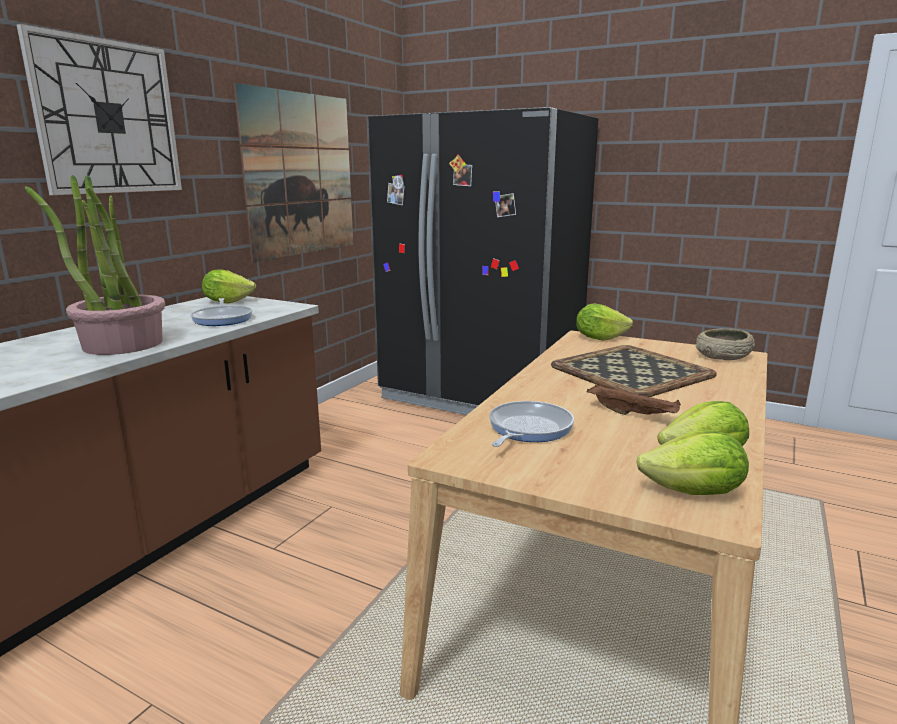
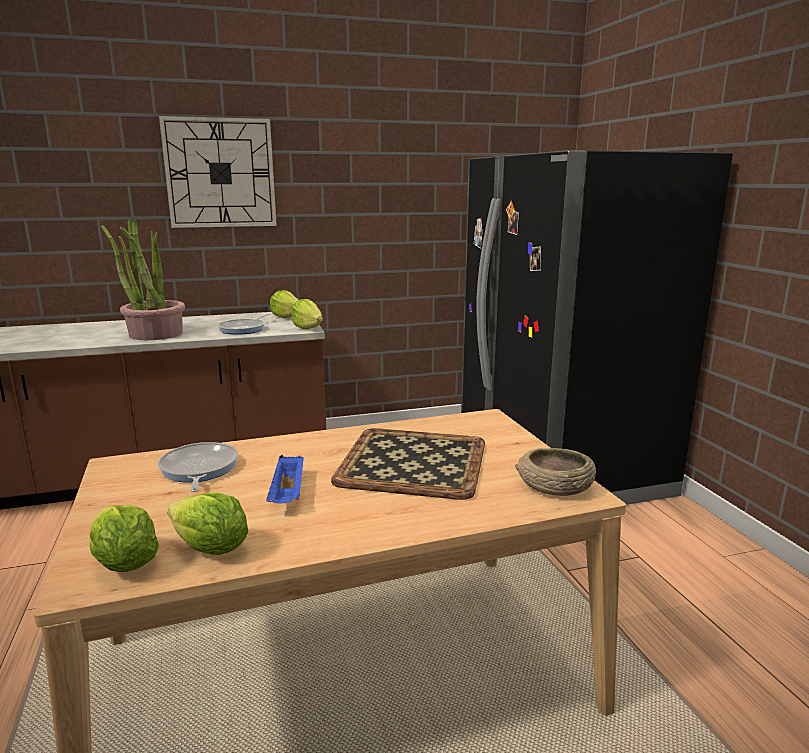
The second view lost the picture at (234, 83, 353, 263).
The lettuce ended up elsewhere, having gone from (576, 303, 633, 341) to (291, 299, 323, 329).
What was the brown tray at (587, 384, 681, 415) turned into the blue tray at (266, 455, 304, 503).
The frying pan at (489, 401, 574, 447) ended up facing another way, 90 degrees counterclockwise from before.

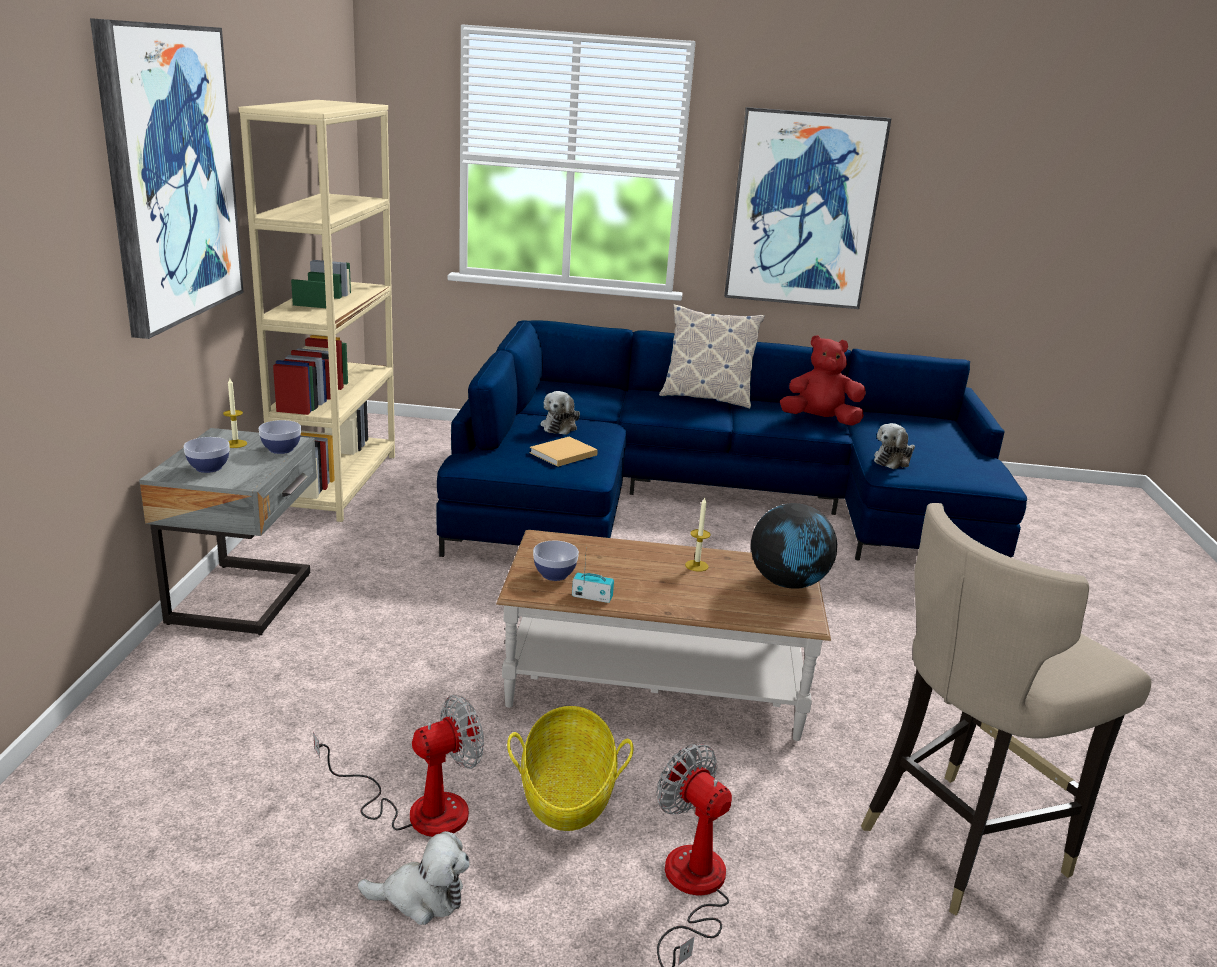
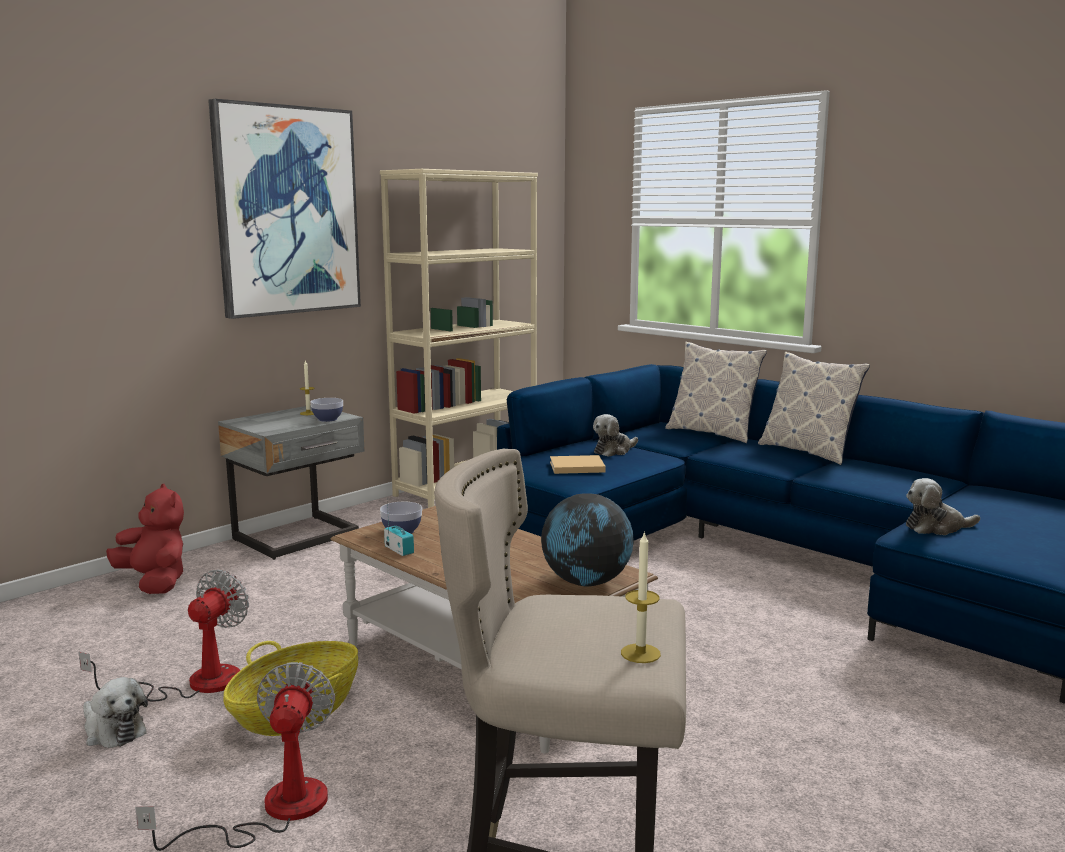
The second view lost the bowl at (183, 437, 230, 473).
The second view lost the picture at (724, 107, 892, 309).
The second view gained the pillow at (665, 342, 767, 443).
The candle ended up elsewhere, having gone from (685, 498, 711, 572) to (621, 531, 661, 663).
The red plush toy ended up elsewhere, having gone from (780, 335, 866, 426) to (106, 484, 184, 594).
The fan at (313, 695, 484, 837) ended up facing another way, 75 degrees counterclockwise from before.

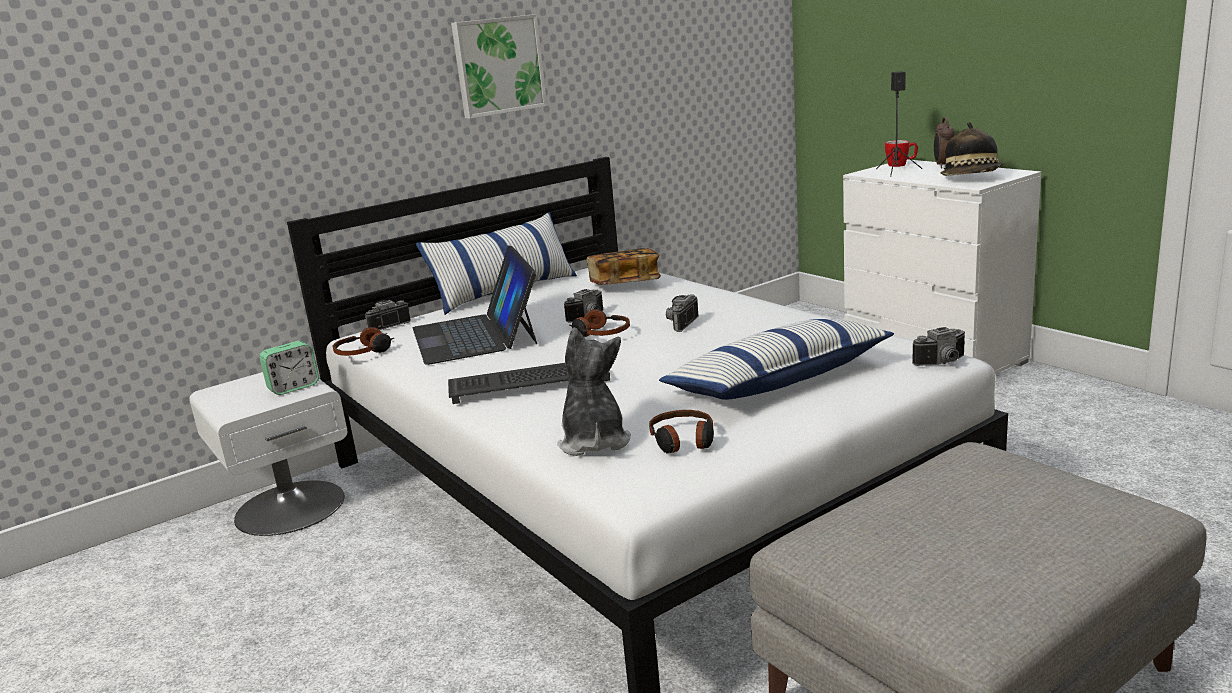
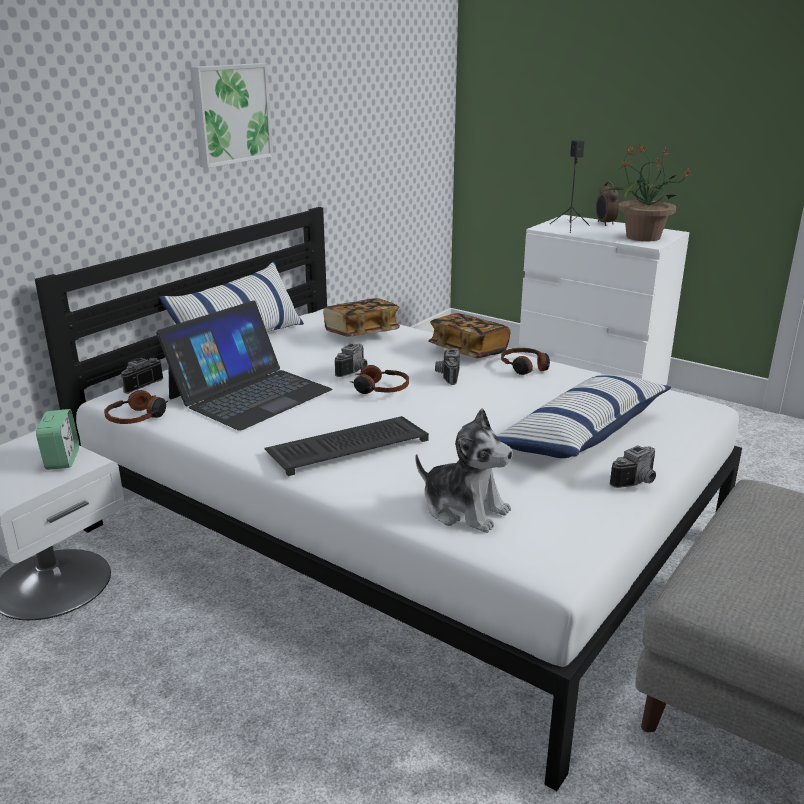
The second view lost the mug at (885, 140, 918, 167).
The second view gained the book at (428, 313, 510, 358).
The headphones ended up elsewhere, having gone from (649, 410, 714, 453) to (501, 348, 550, 375).
The photo camera ended up elsewhere, having gone from (912, 327, 965, 366) to (609, 445, 656, 488).
Where the hat stood at (941, 122, 1004, 176), the potted plant came to stand at (605, 144, 692, 241).
The alarm clock at (260, 341, 319, 395) ended up facing another way, 45 degrees counterclockwise from before.
The laptop at (413, 245, 537, 365) ended up facing another way, 105 degrees counterclockwise from before.
The plush toy at (557, 328, 631, 456) ended up facing another way, 150 degrees clockwise from before.

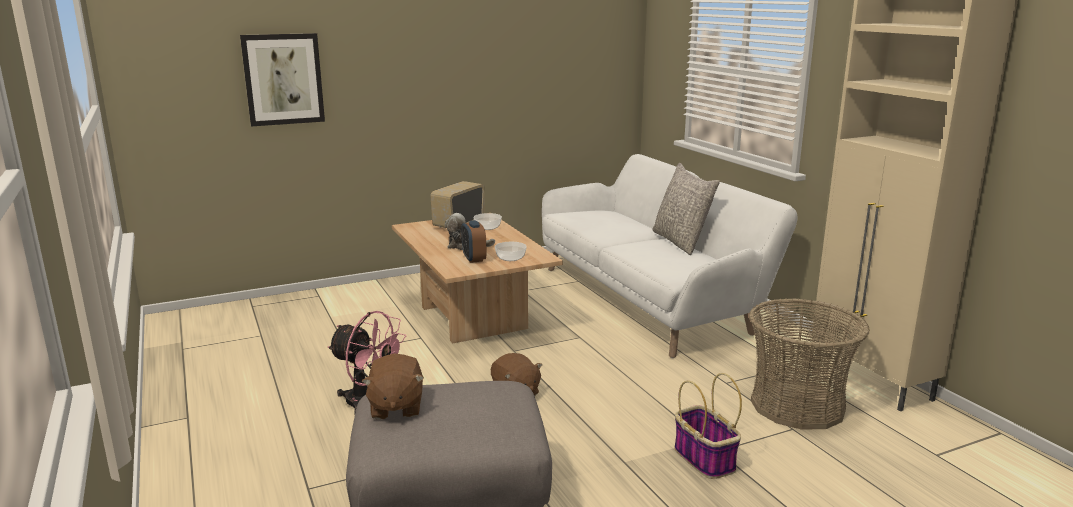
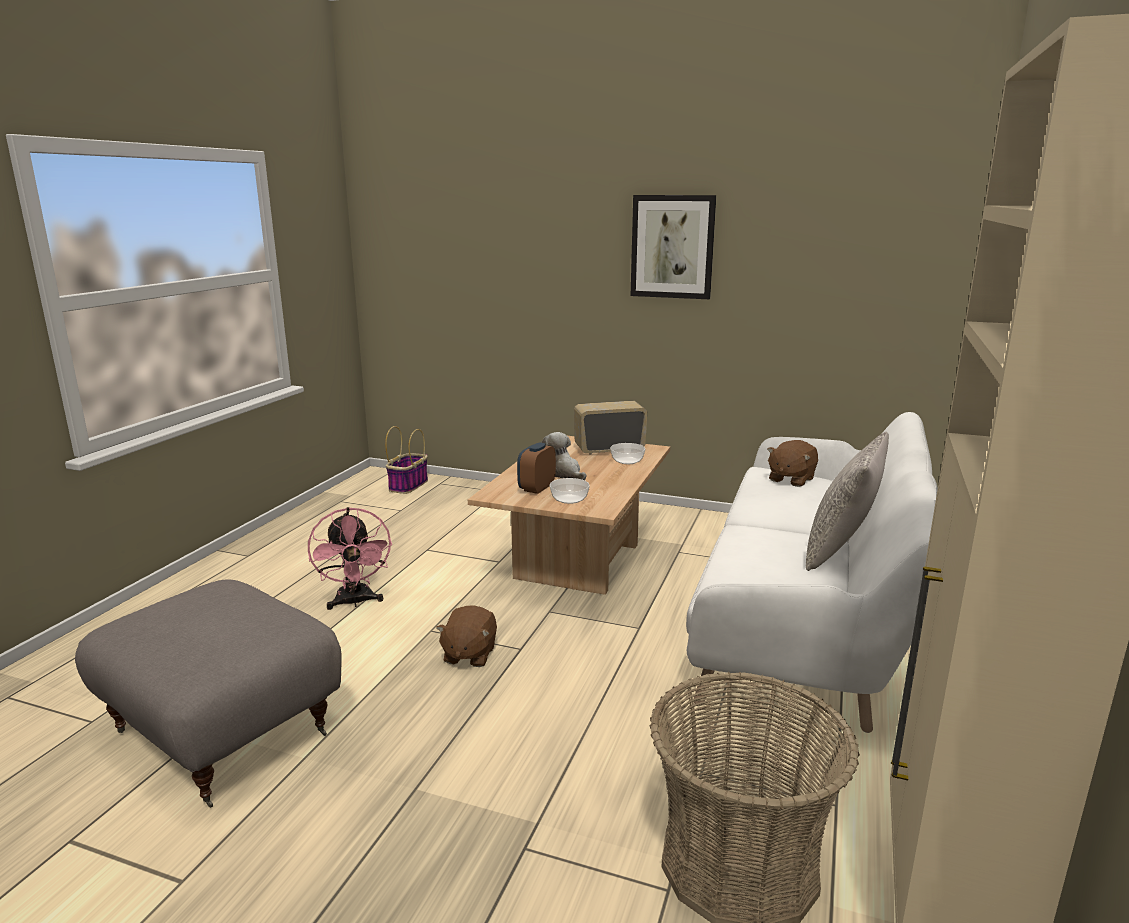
The picture ended up elsewhere, having gone from (240, 33, 325, 127) to (631, 195, 716, 299).
The brown plush toy ended up elsewhere, having gone from (362, 354, 424, 420) to (767, 440, 818, 487).
The basket ended up elsewhere, having gone from (674, 373, 742, 479) to (385, 426, 428, 494).

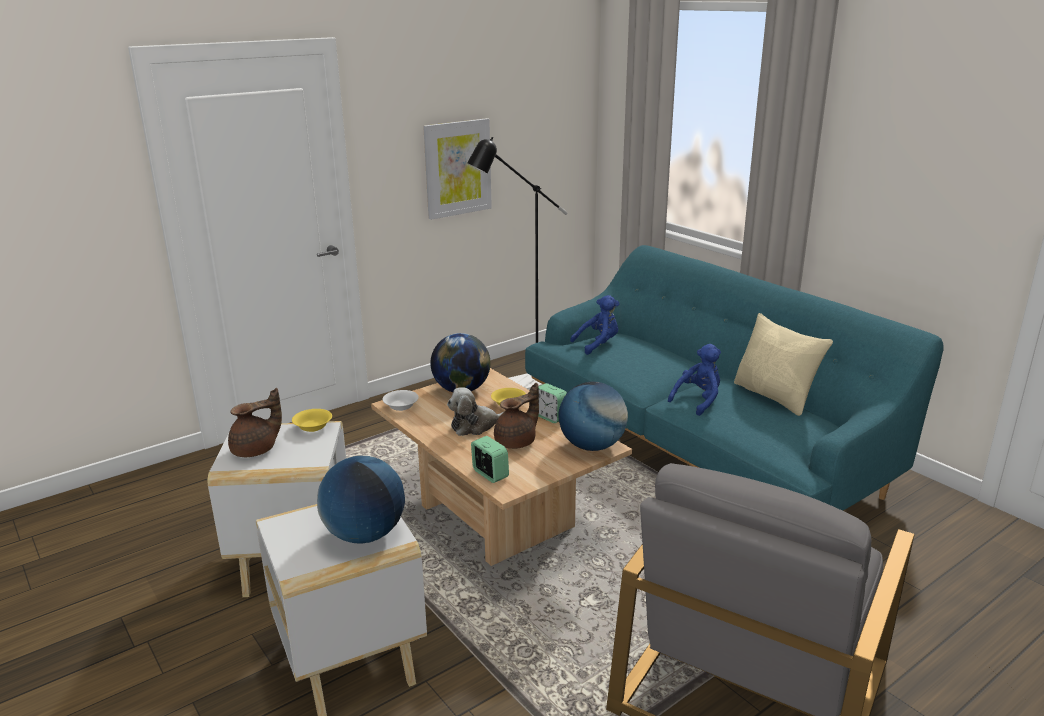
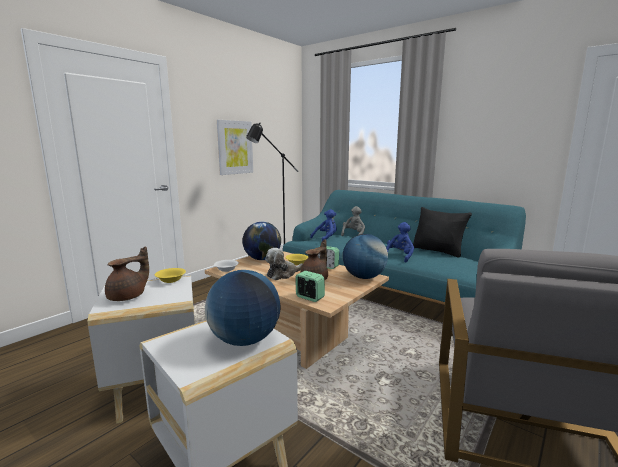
The second view gained the grey plush toy at (341, 206, 365, 236).
What was the beige pillow at (734, 313, 833, 416) turned into the black pillow at (413, 207, 472, 258).

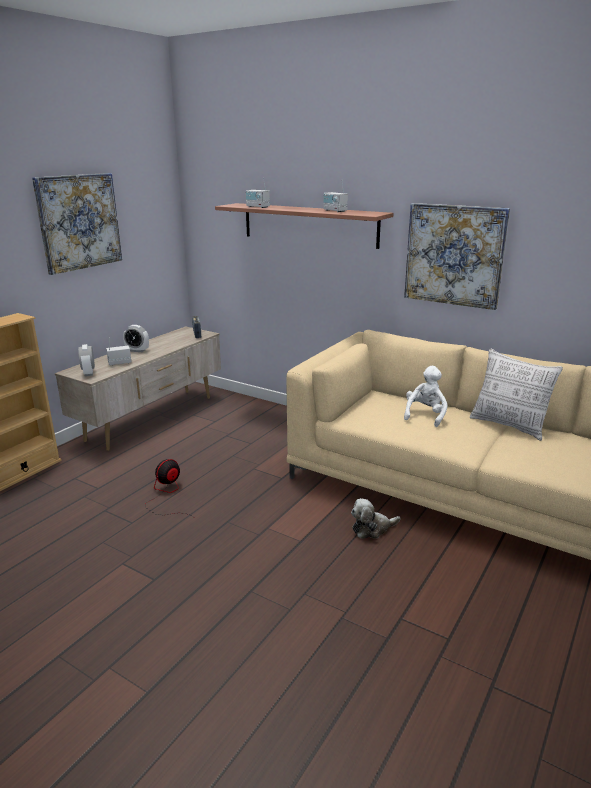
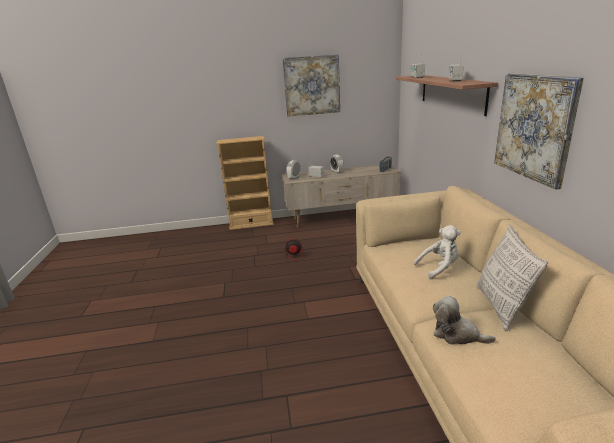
The plush toy ended up elsewhere, having gone from (351, 498, 400, 539) to (433, 296, 496, 344).

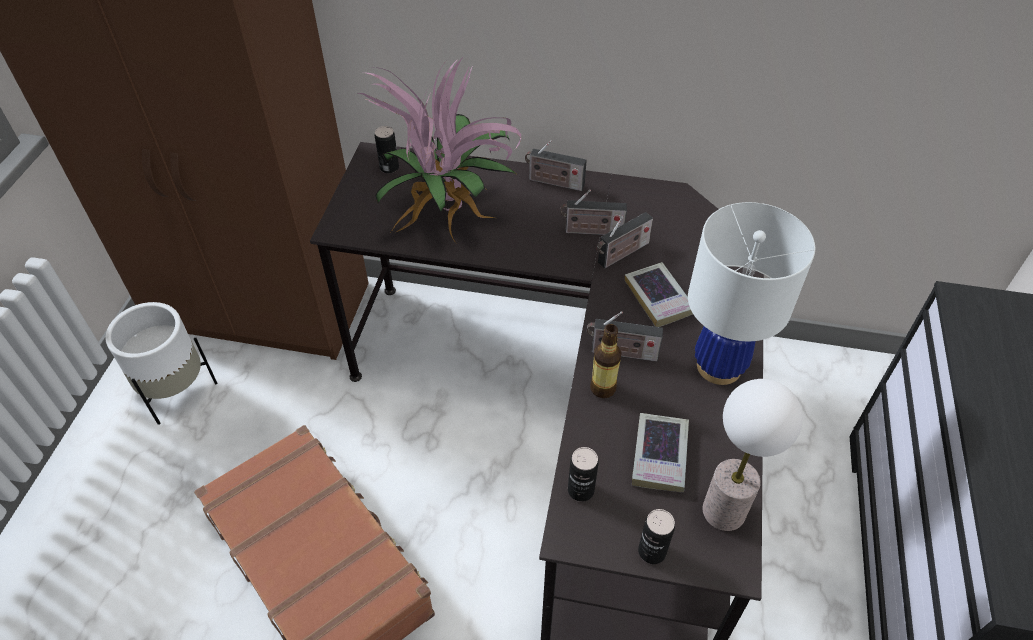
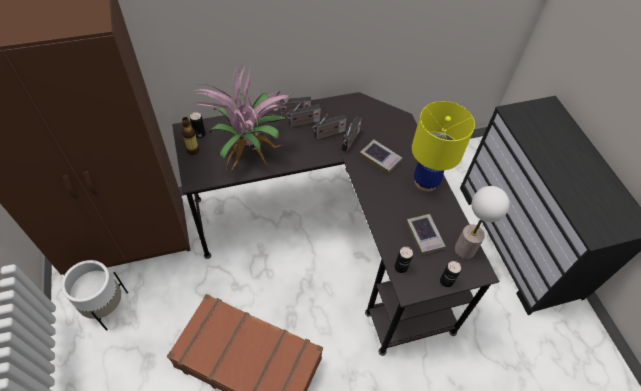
The radio ended up elsewhere, having gone from (587, 311, 663, 362) to (286, 102, 321, 127).
The bottle ended up elsewhere, having gone from (590, 324, 622, 398) to (182, 117, 199, 155).
What was the white table lamp at (688, 202, 815, 385) turned into the yellow table lamp at (412, 101, 475, 192).

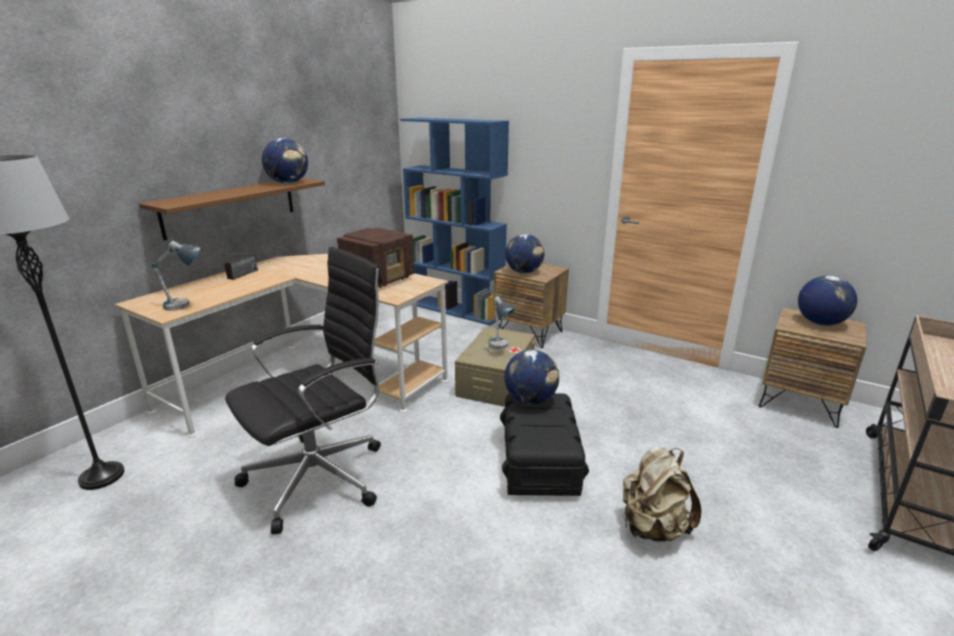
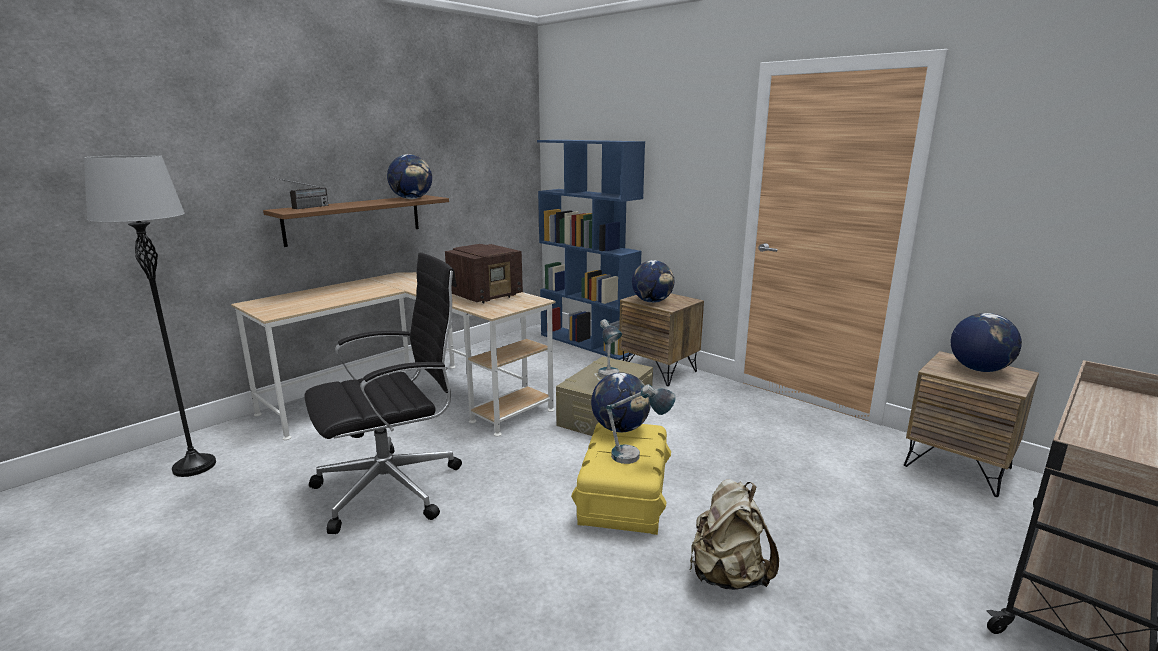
The table lamp ended up elsewhere, having gone from (152, 241, 200, 311) to (606, 384, 676, 464).
The radio ended up elsewhere, having gone from (207, 253, 258, 280) to (269, 177, 328, 209).
What was the black storage box at (500, 393, 589, 496) turned into the yellow storage box at (571, 422, 671, 535).

